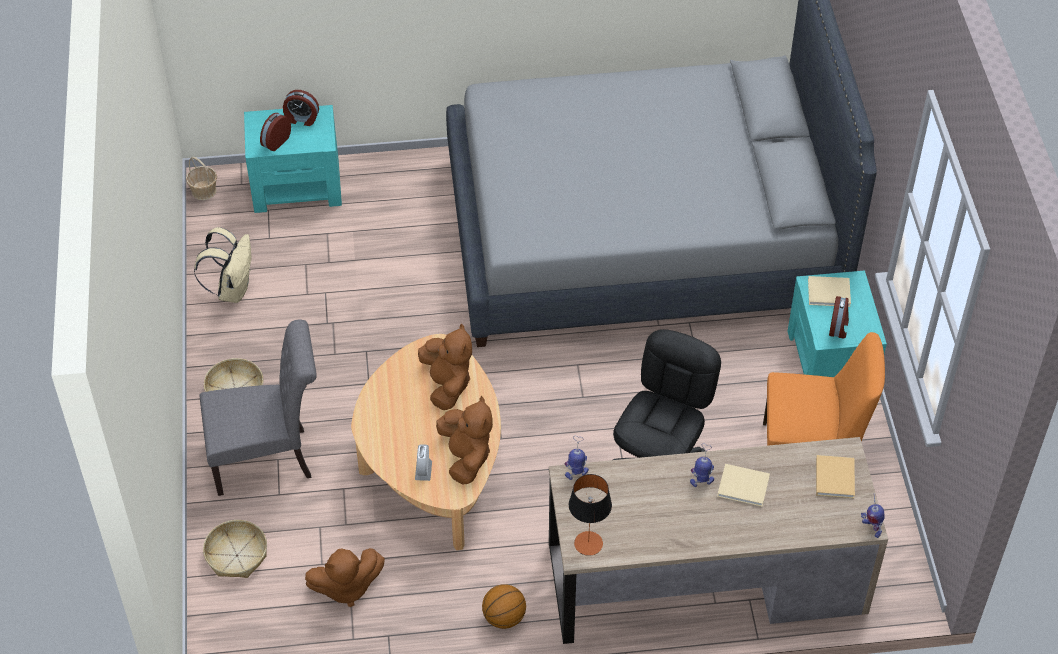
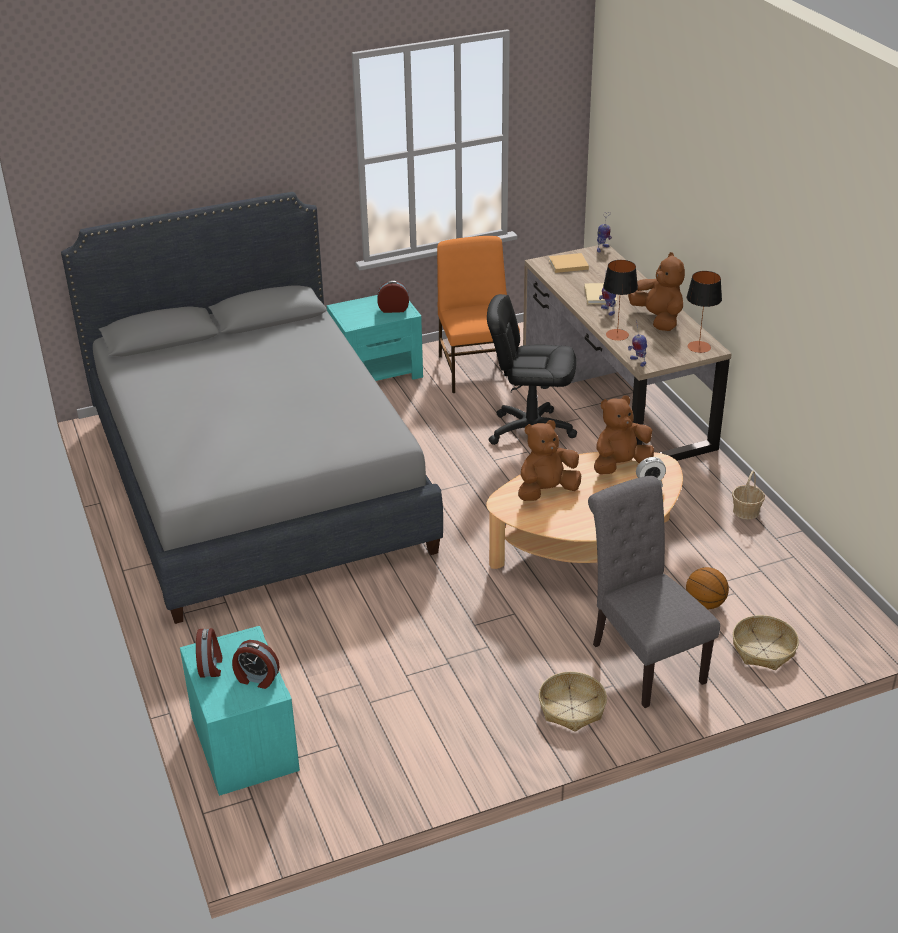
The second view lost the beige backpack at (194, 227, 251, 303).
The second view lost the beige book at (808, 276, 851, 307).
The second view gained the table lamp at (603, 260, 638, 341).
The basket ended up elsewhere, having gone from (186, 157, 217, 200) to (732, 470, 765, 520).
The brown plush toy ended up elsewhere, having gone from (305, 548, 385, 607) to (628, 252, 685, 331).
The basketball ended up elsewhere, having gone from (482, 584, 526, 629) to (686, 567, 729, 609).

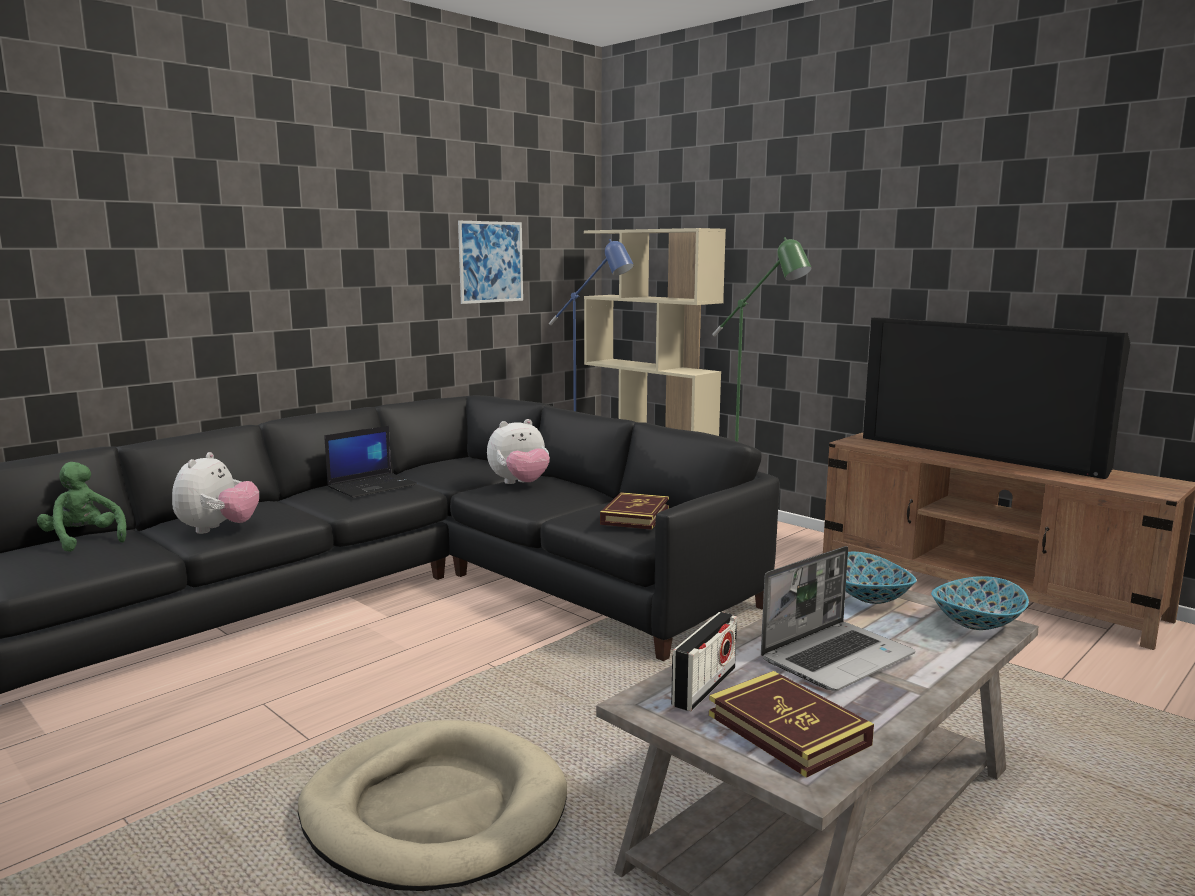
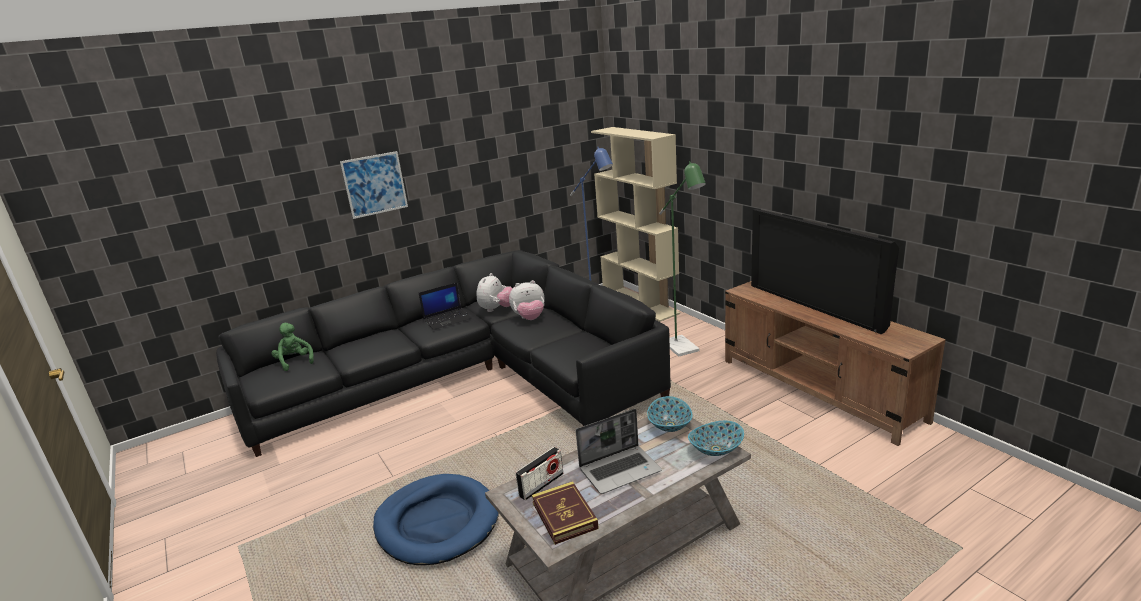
The second view lost the book at (600, 492, 669, 530).
The plush toy ended up elsewhere, having gone from (172, 452, 259, 534) to (476, 273, 513, 312).
The picture ended up elsewhere, having gone from (458, 221, 523, 304) to (340, 151, 408, 219).
What was the beige dog bed at (298, 720, 567, 891) turned into the blue dog bed at (373, 474, 499, 565).

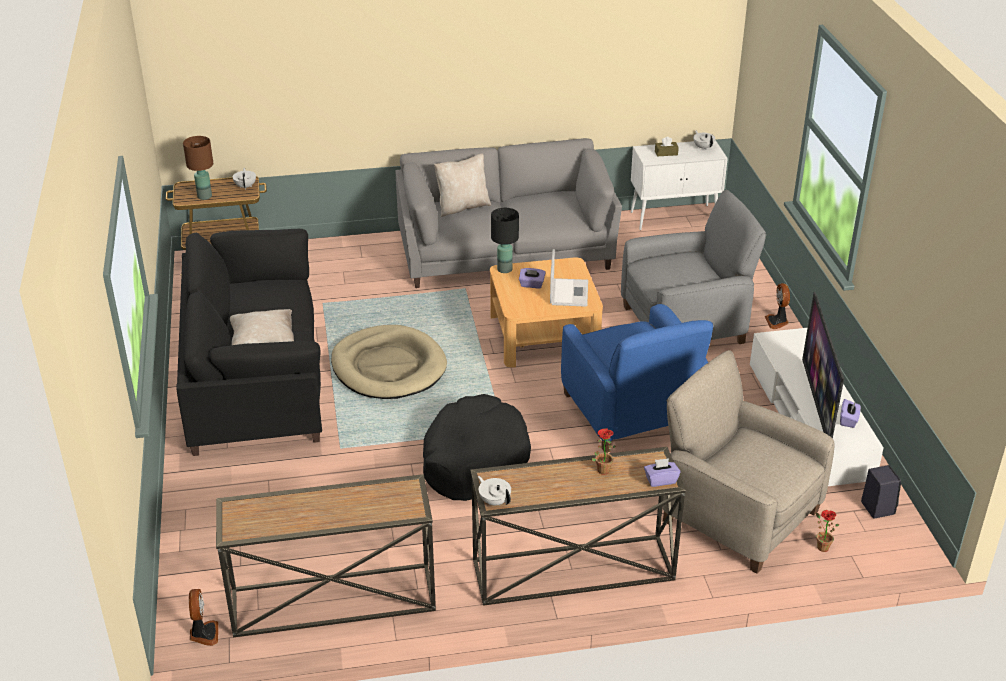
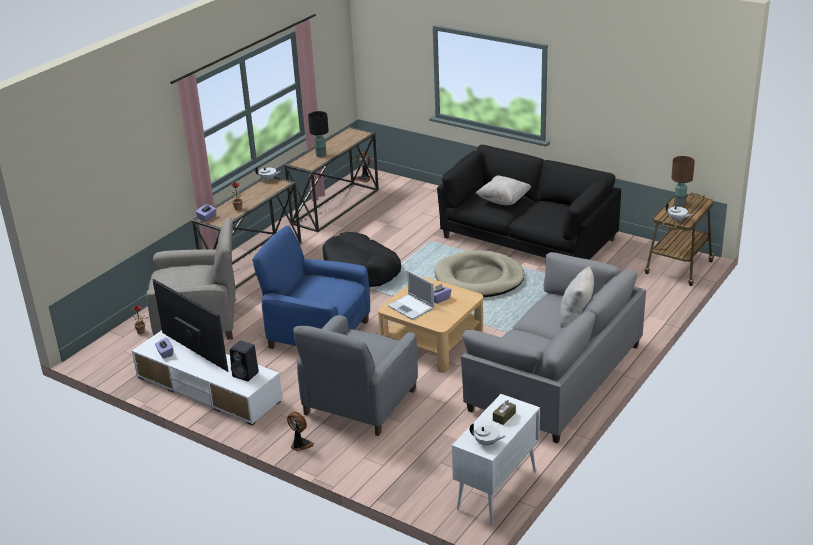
The black table lamp ended up elsewhere, having gone from (491, 208, 519, 273) to (308, 111, 329, 157).
The black speaker ended up elsewhere, having gone from (861, 465, 901, 518) to (230, 340, 259, 381).

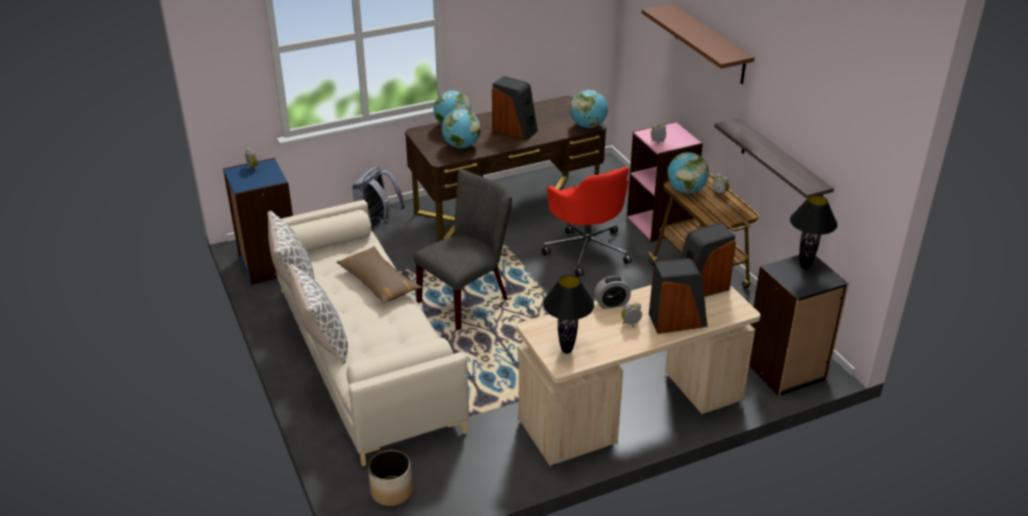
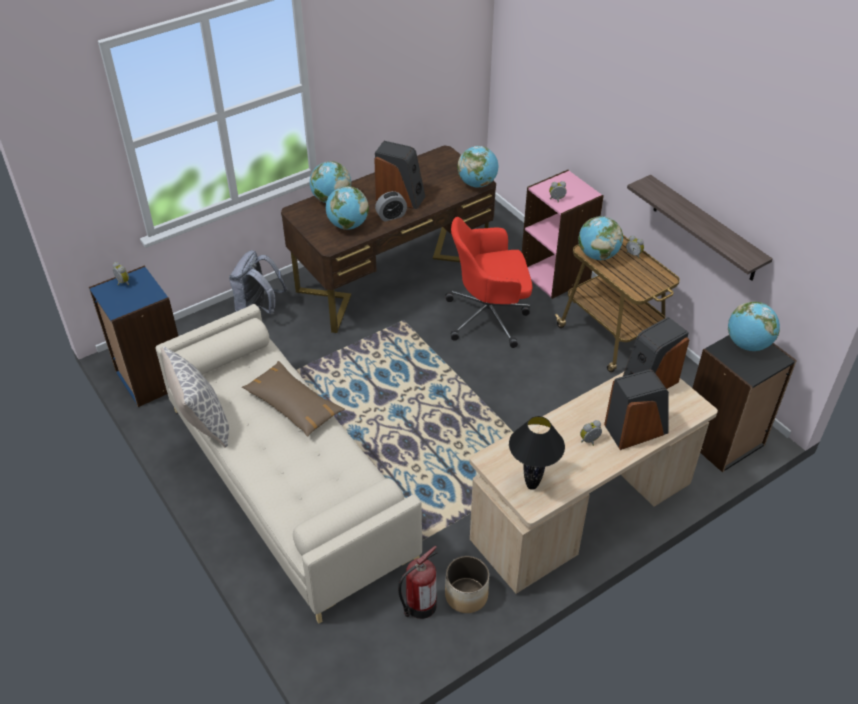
The second view lost the pillow at (289, 264, 348, 364).
The second view lost the grey chair at (414, 169, 512, 330).
The second view lost the brown shelf at (642, 4, 755, 84).
The second view gained the fire extinguisher at (398, 546, 437, 619).
The planter ended up elsewhere, having gone from (368, 450, 413, 506) to (445, 556, 489, 613).
The alarm clock ended up elsewhere, having gone from (594, 276, 631, 309) to (375, 191, 407, 222).
Where the black table lamp stood at (790, 195, 838, 269), the globe came to stand at (728, 302, 780, 351).
The red office chair at (542, 167, 632, 277) ended up facing another way, 120 degrees clockwise from before.

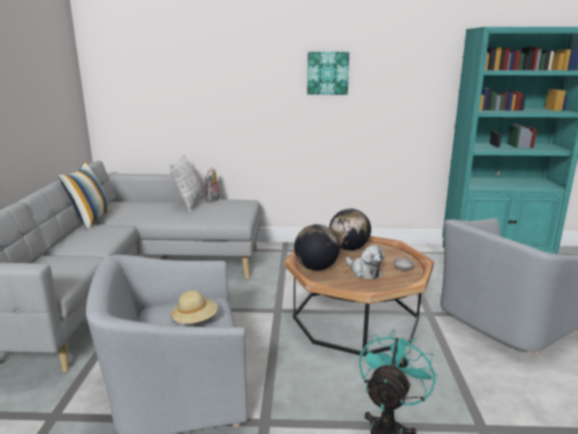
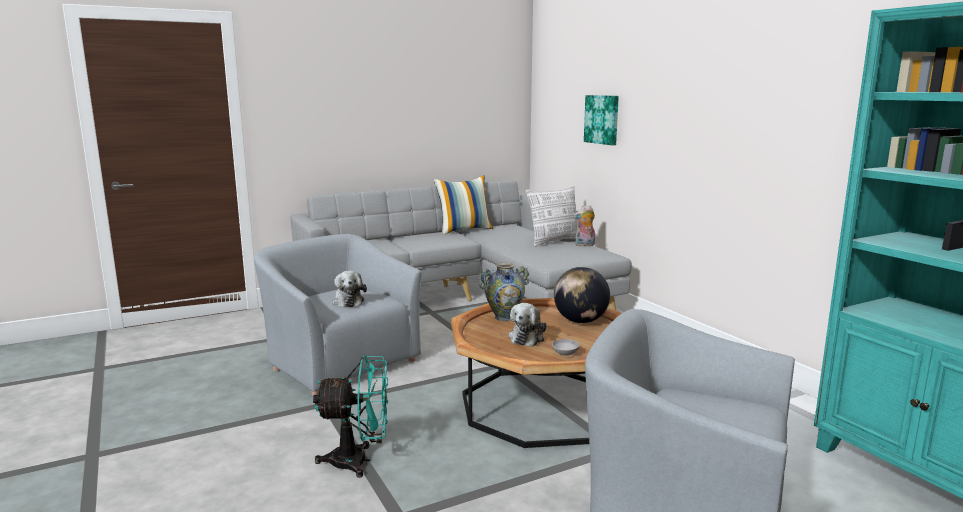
The picture ended up elsewhere, having gone from (307, 52, 349, 95) to (584, 95, 619, 145).
Where the beige hat stood at (172, 290, 218, 324), the plush toy came to stand at (332, 271, 367, 308).
Where the globe stood at (294, 224, 340, 270), the vase came to stand at (479, 263, 530, 321).

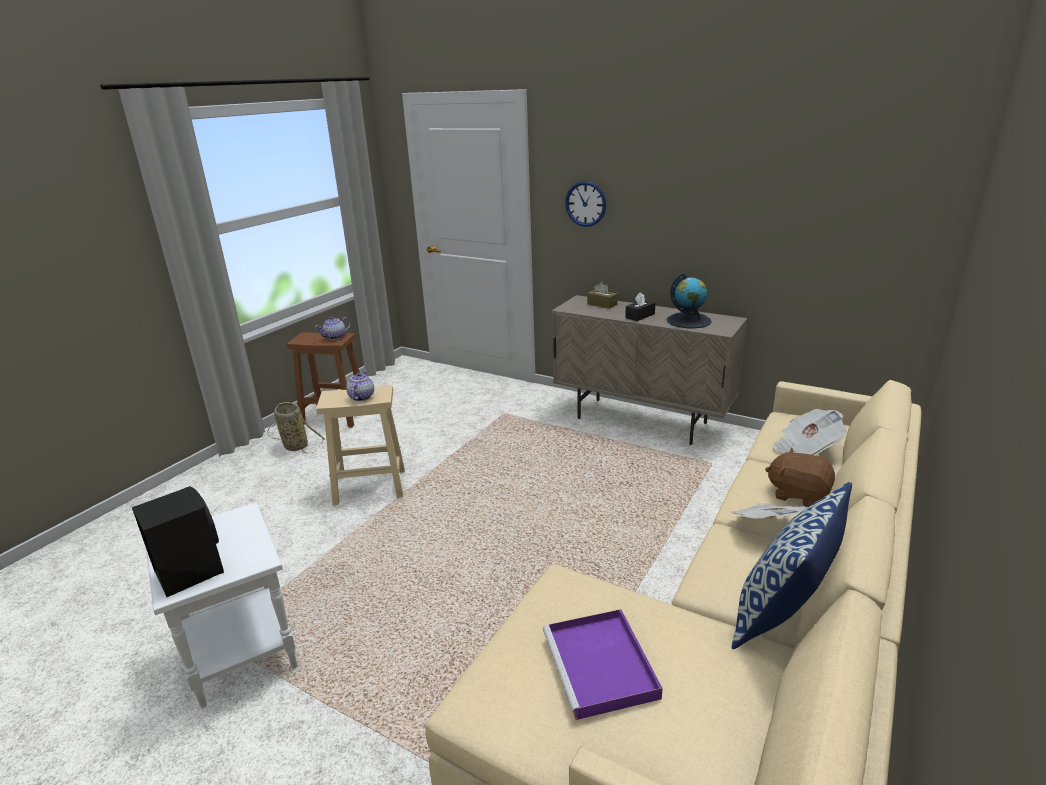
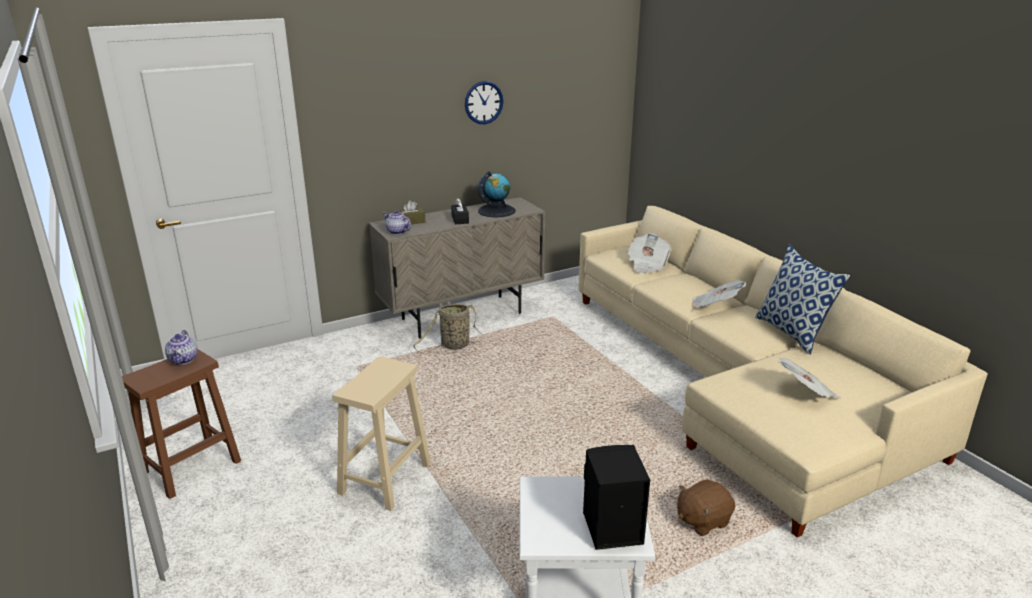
The basket ended up elsewhere, having gone from (267, 402, 325, 454) to (413, 304, 484, 353).
The teapot ended up elsewhere, having gone from (346, 371, 374, 401) to (383, 210, 411, 235).
The wall clock ended up elsewhere, having gone from (565, 181, 606, 227) to (465, 81, 503, 124).
The brown plush toy ended up elsewhere, having gone from (765, 448, 835, 507) to (677, 479, 735, 536).
Where the purple tray stood at (543, 609, 663, 720), the newspaper came to stand at (778, 358, 841, 398).

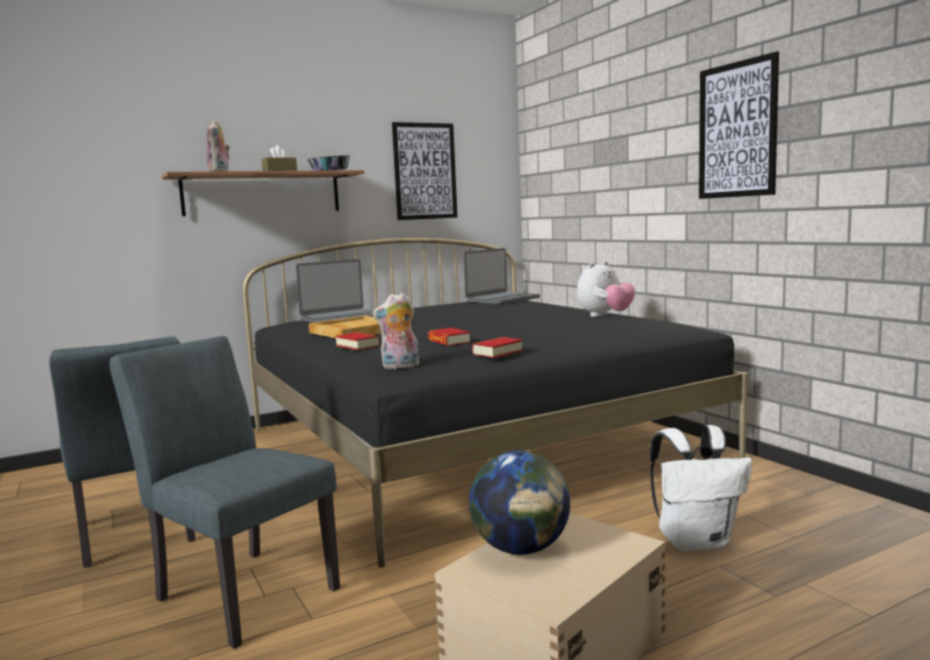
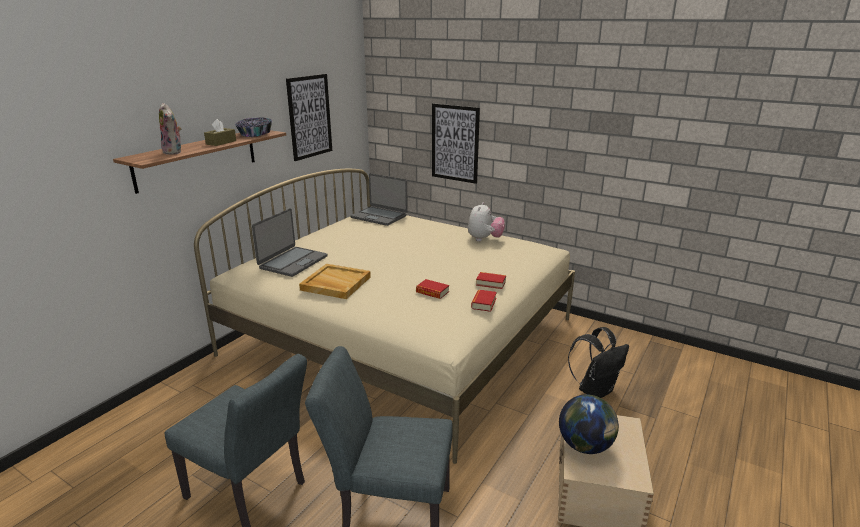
The second view lost the plush toy at (372, 293, 419, 369).
The book ended up elsewhere, having gone from (335, 332, 380, 350) to (476, 272, 506, 289).
The picture ended up elsewhere, having gone from (699, 51, 779, 199) to (432, 103, 480, 184).
What was the black bed at (243, 238, 748, 568) turned into the beige bed at (194, 169, 575, 464).
What was the white backpack at (650, 425, 752, 552) turned into the black backpack at (568, 327, 629, 398).
The laptop at (463, 248, 540, 305) ended up facing another way, 105 degrees clockwise from before.

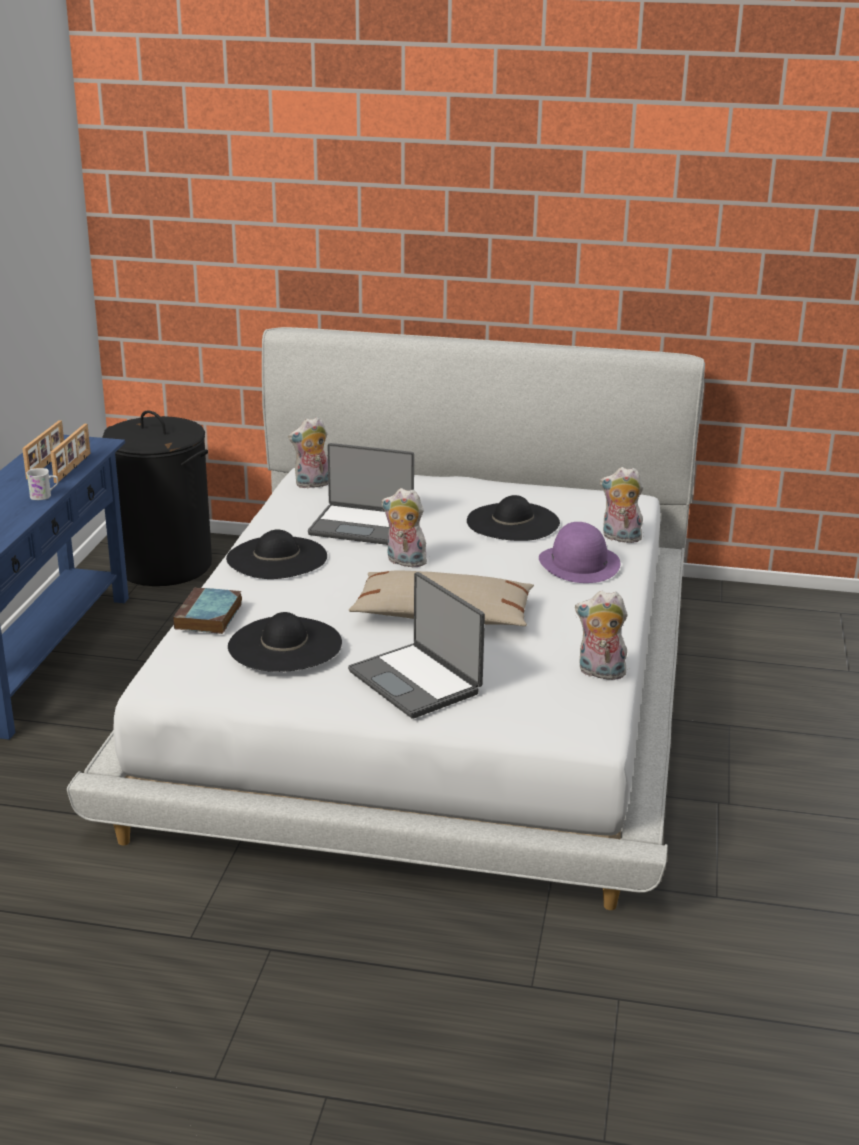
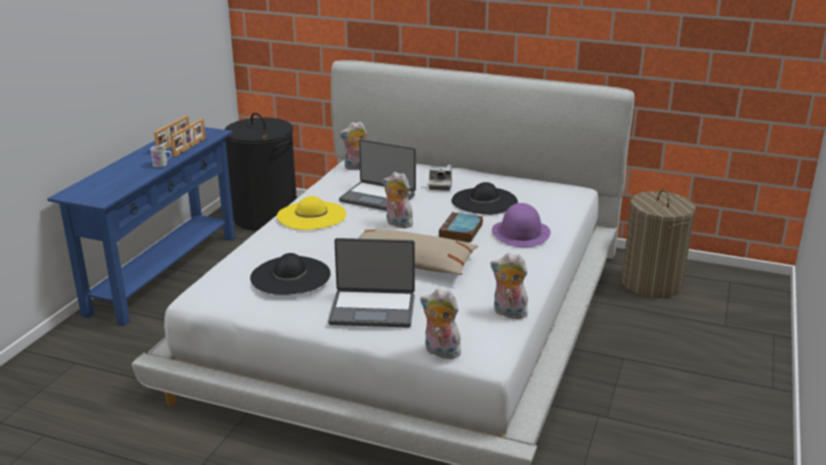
The second view gained the photo camera at (429, 165, 452, 191).
The second view gained the laundry basket at (622, 190, 696, 298).
The book ended up elsewhere, having gone from (173, 587, 242, 634) to (439, 212, 483, 243).
The plush toy ended up elsewhere, having gone from (600, 467, 644, 543) to (420, 289, 463, 359).
What was the black hat at (226, 530, 327, 579) turned into the yellow hat at (277, 196, 346, 230).
The laptop at (348, 572, 485, 719) ended up facing another way, 60 degrees counterclockwise from before.

